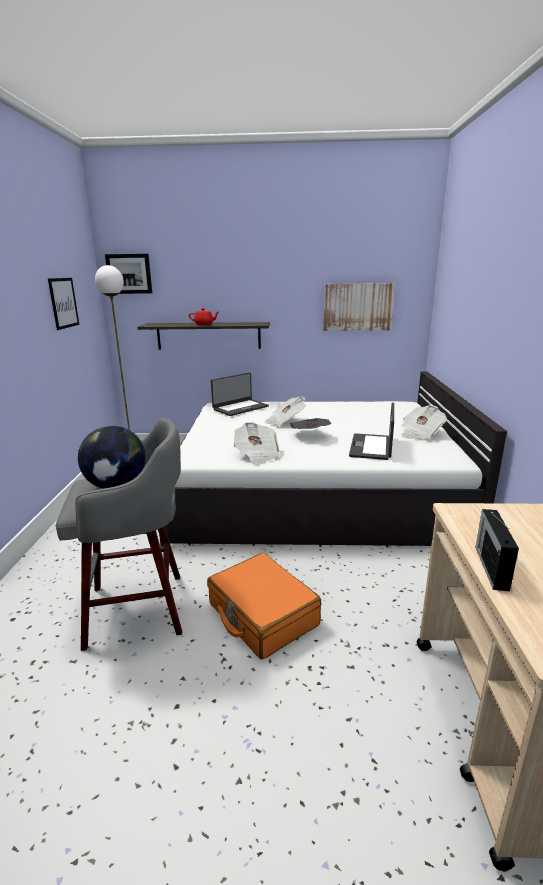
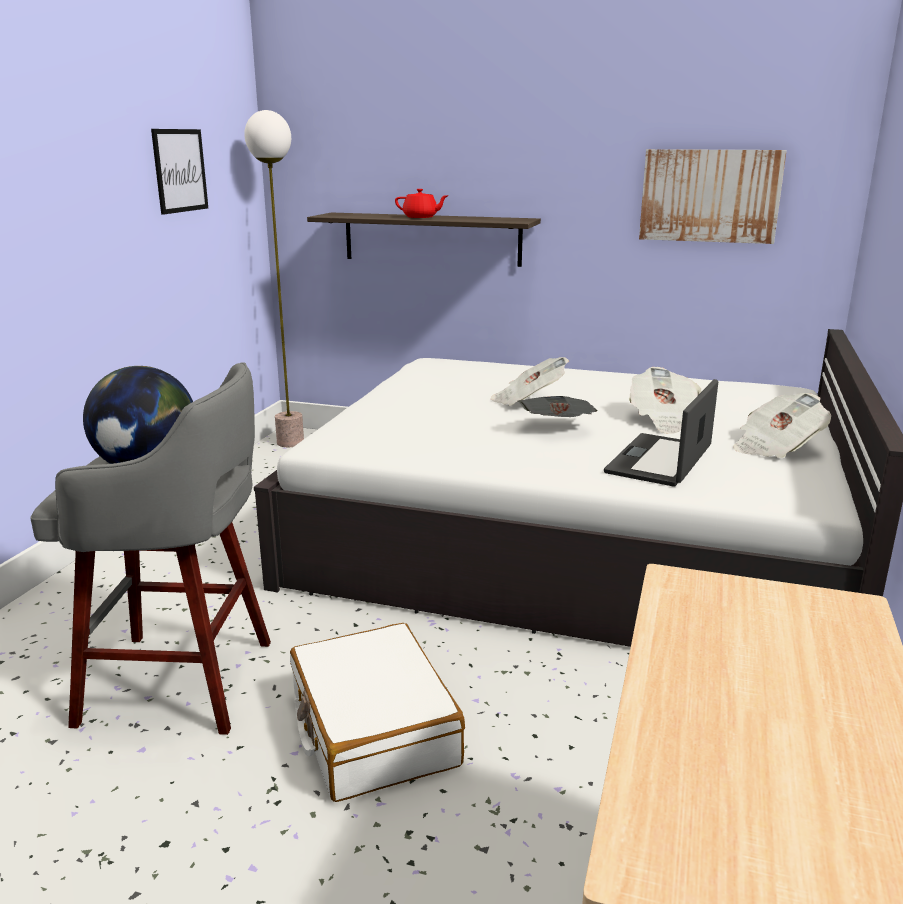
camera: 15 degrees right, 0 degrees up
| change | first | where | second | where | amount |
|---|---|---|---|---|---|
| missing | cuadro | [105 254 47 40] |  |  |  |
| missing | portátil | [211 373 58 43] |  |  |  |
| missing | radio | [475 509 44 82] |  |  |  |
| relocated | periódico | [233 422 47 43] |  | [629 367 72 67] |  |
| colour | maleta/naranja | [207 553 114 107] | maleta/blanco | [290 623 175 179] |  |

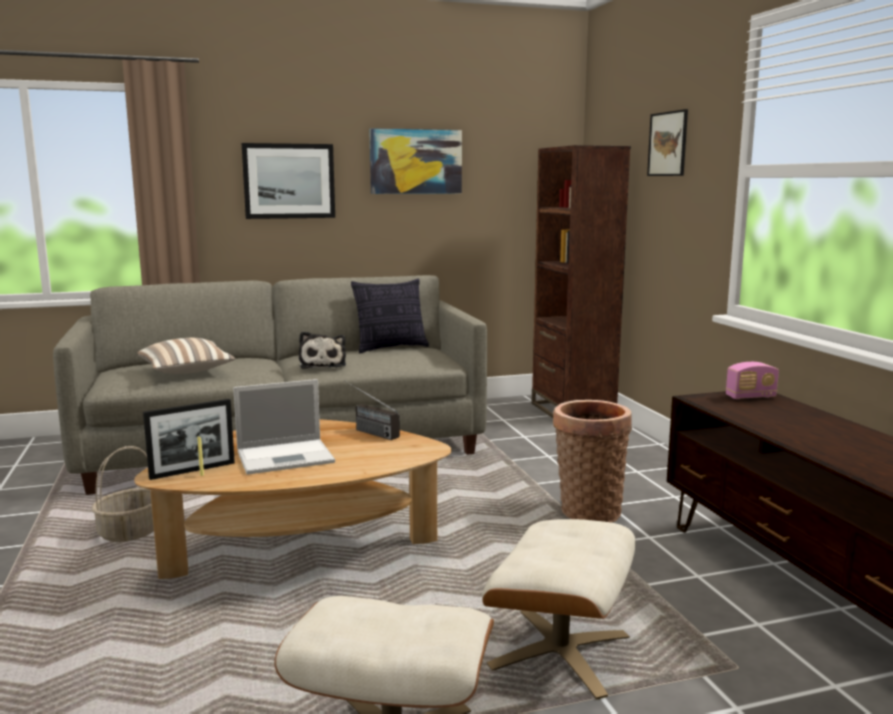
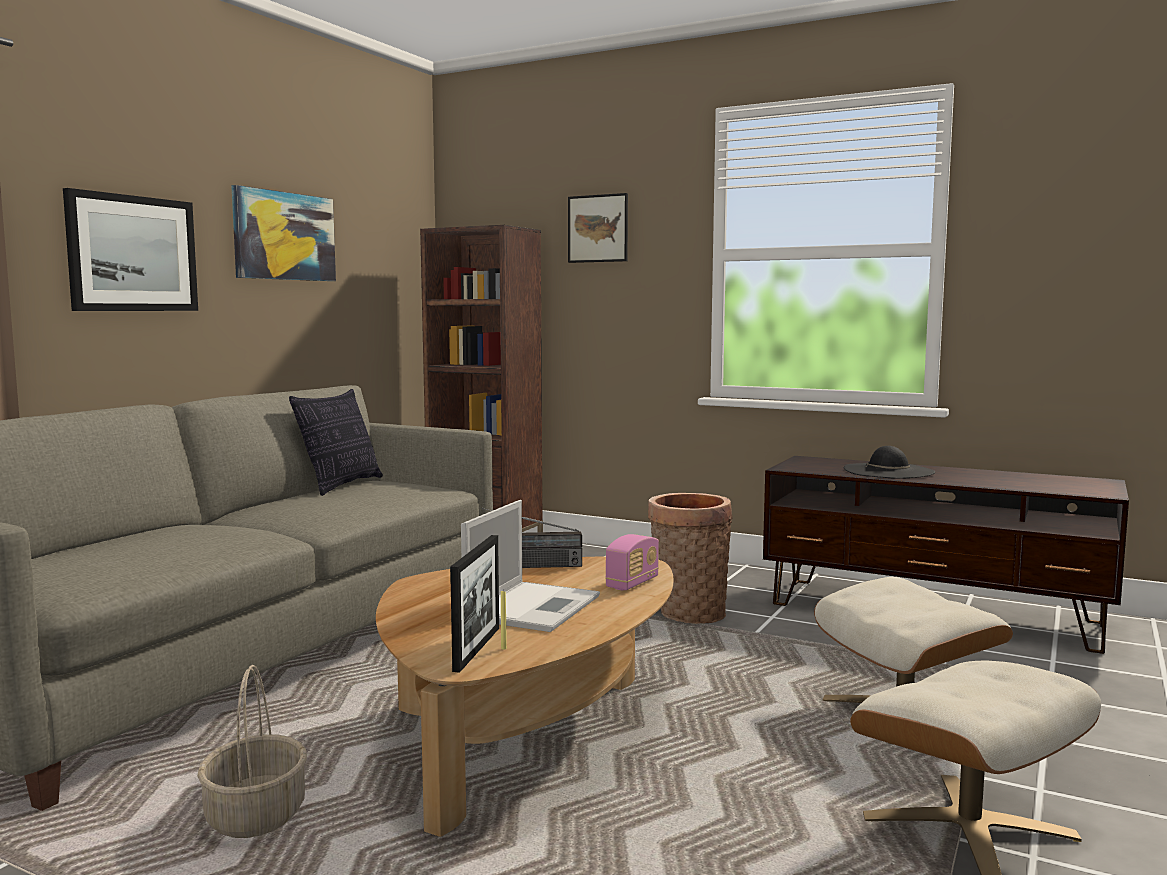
camera: 45 degrees left, 5 degrees down
| change | first | where | second | where | amount |
|---|---|---|---|---|---|
| missing | cojín | [137 338 98 36] |  |  |  |
| missing | peluche | [299 331 47 38] |  |  |  |
| appeared |  |  | sombrero/negro | [844 446 91 33] |  |
| relocated | radio | [726 362 53 37] |  | [605 534 54 56] |  |

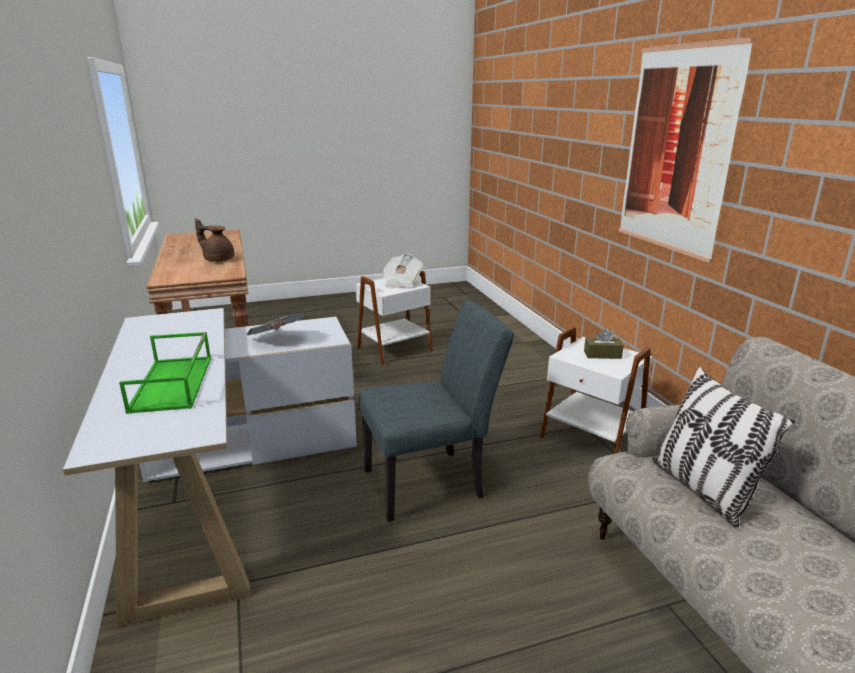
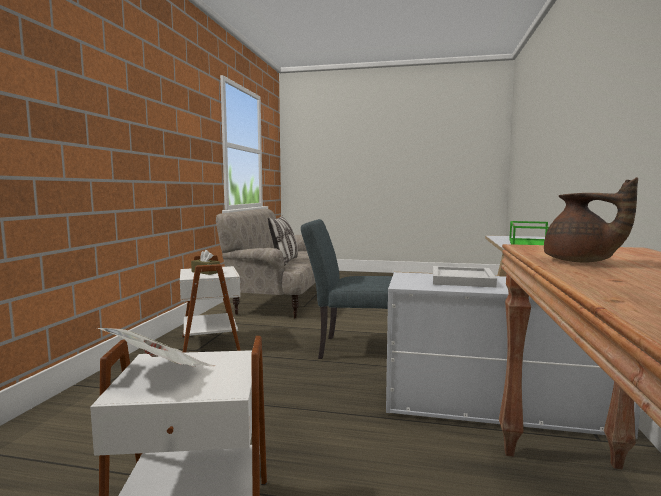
camera: 150 degrees left, 15 degrees down
| change | first | where | second | where | amount |
|---|---|---|---|---|---|
| missing | cuadro | [619 37 136 226] |  |  |  |
| exchanged | periódico | [246 313 58 23] | bandeja/blanco | [433 266 64 22] |  |

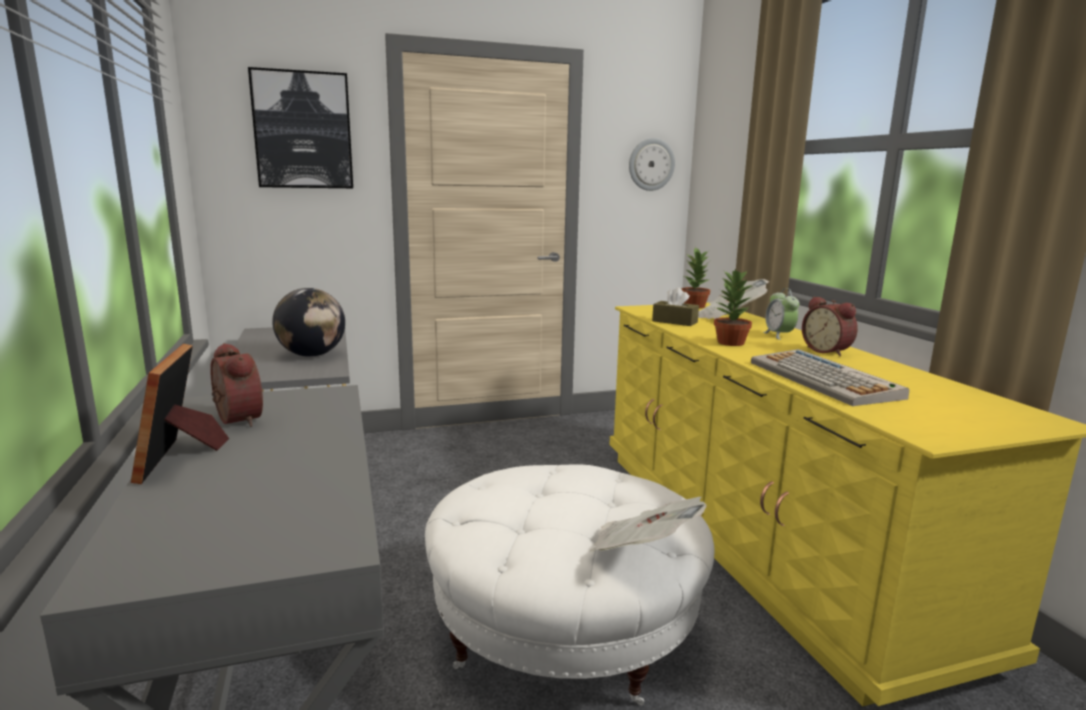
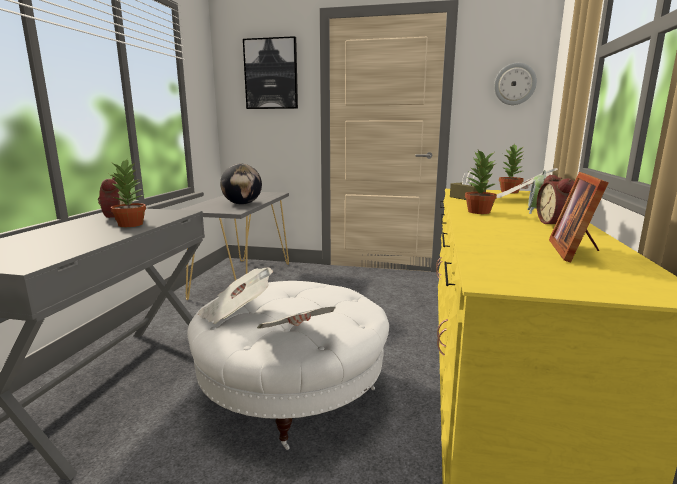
camera: 30 degrees right, 0 degrees up
| change | first | where | second | where | amount |
|---|---|---|---|---|---|
| missing | teclado | [751 349 159 57] |  |  |  |
| appeared |  |  | planta en maceta | [109 159 37 68] |  |
| appeared |  |  | periódico | [198 267 75 57] |  |
| relocated | portarretratos | [131 344 98 140] |  | [549 172 60 90] |  |

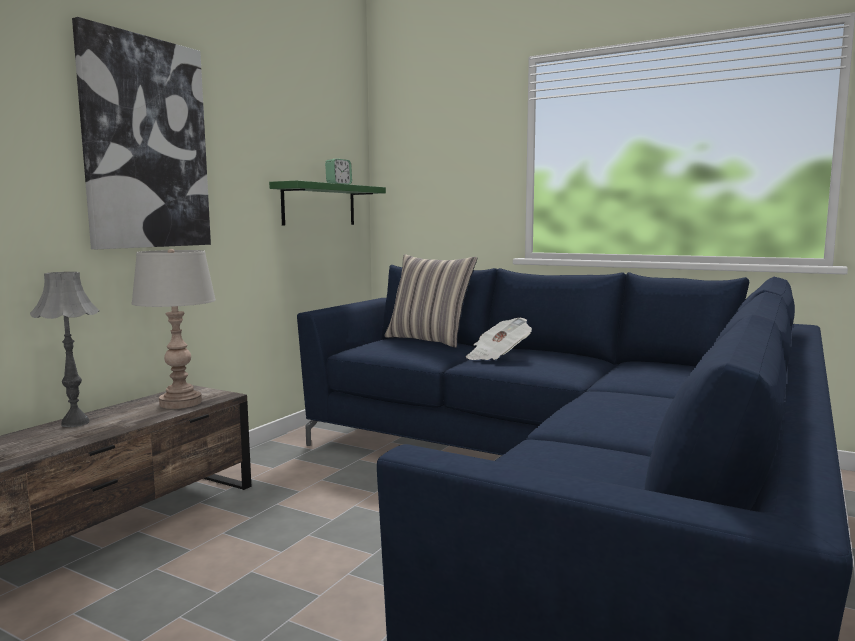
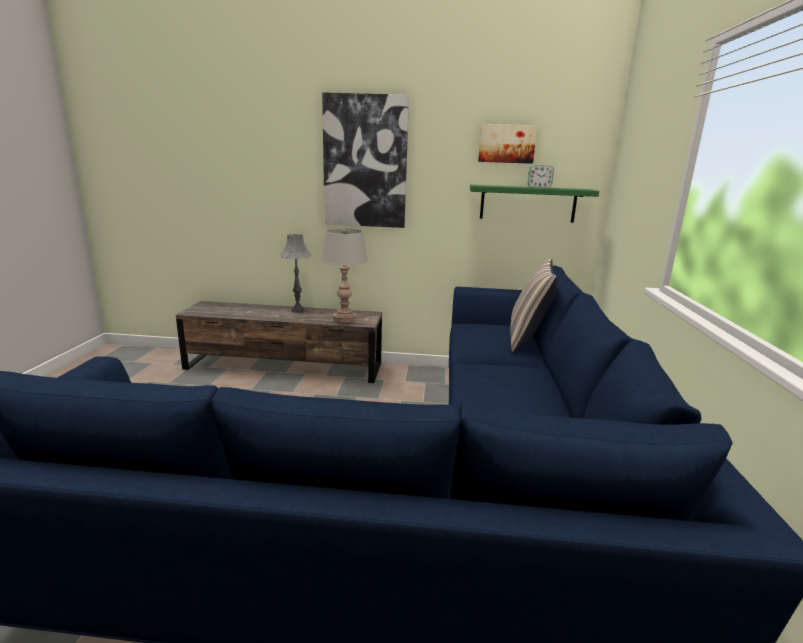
camera: 65 degrees right, 10 degrees up
| change | first | where | second | where | amount |
|---|---|---|---|---|---|
| missing | periódico | [466 318 66 42] |  |  |  |
| appeared |  |  | cuadro | [478 124 59 40] |  |

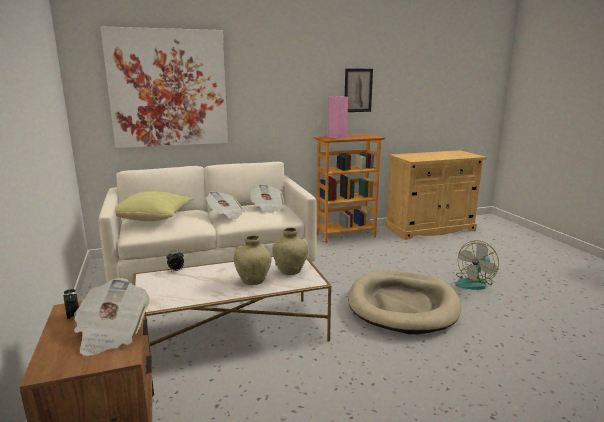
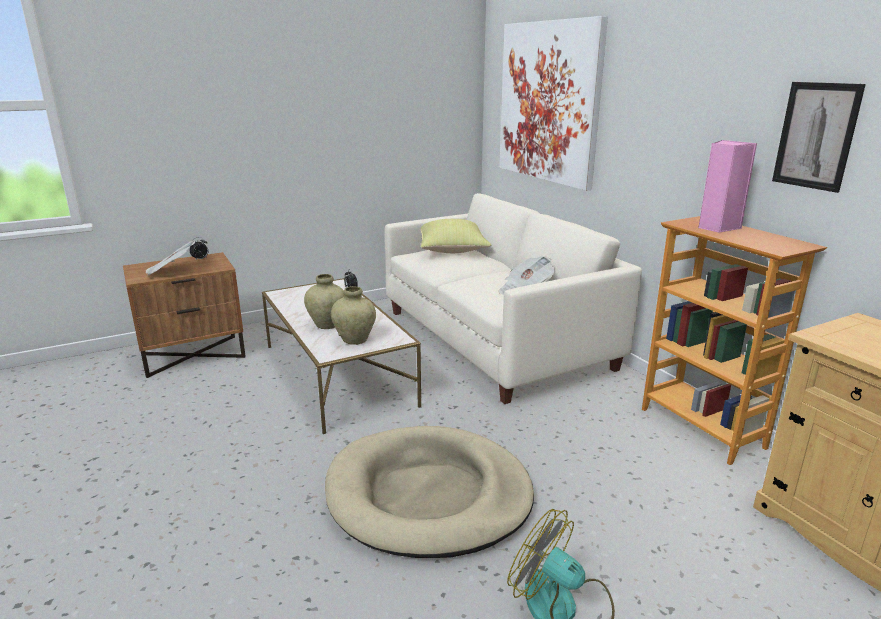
camera: 80 degrees right, 5 degrees up
| change | first | where | second | where | amount |
|---|---|---|---|---|---|
| missing | periódico | [206 191 39 28] |  |  |  |

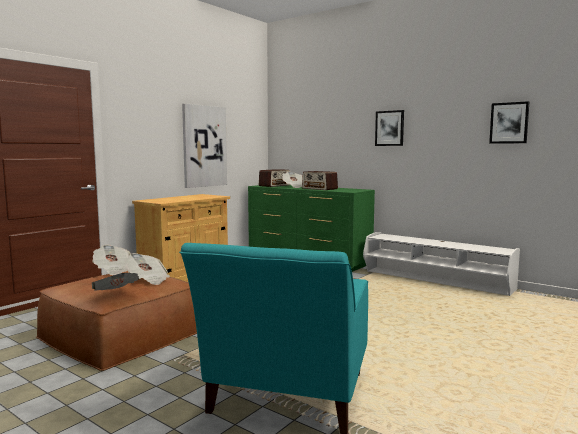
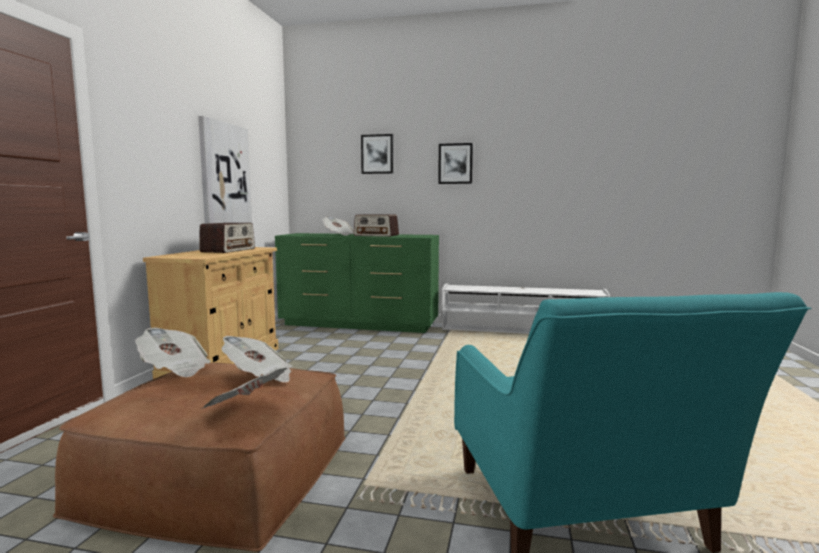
camera: 25 degrees left, 0 degrees up
| change | first | where | second | where | amount |
|---|---|---|---|---|---|
| relocated | radio | [259 169 31 18] |  | [199 223 56 30] |  |
| relocated | cuadro | [489 101 40 43] |  | [361 134 32 40] |  |

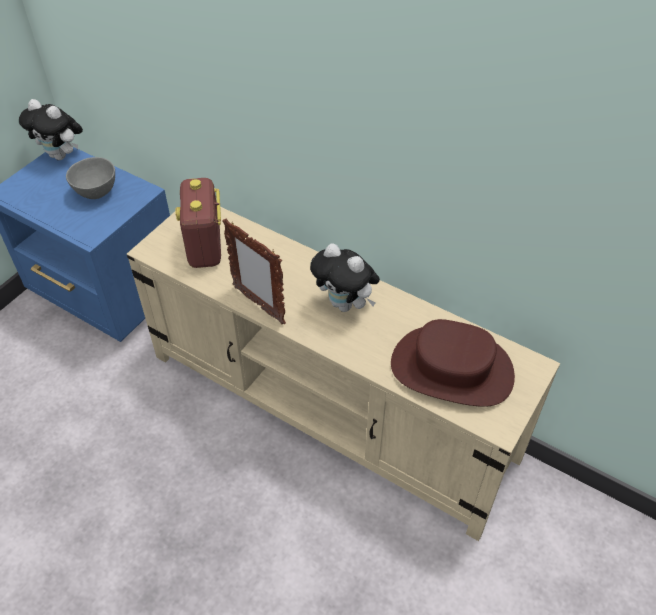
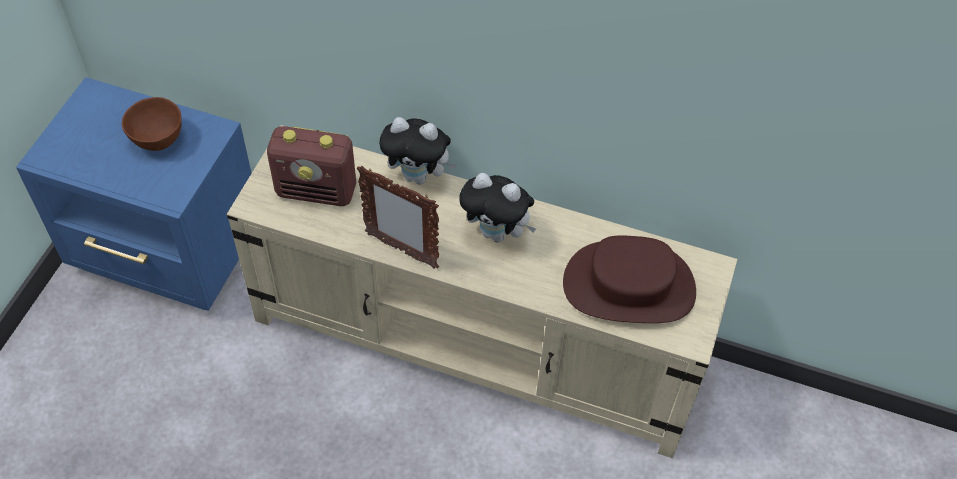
camera: 15 degrees left, 5 degrees up
| change | first | where | second | where | amount |
|---|---|---|---|---|---|
| relocated | peluche | [19 99 64 61] |  | [379 117 78 67] |  |
| colour | cuenco/gris | [66 157 49 42] | cuenco/marrón | [122 97 60 54] |  |
| spun | radio | [175 178 46 90] |  | [267 126 89 80] | 60 degrees counterclockwise |

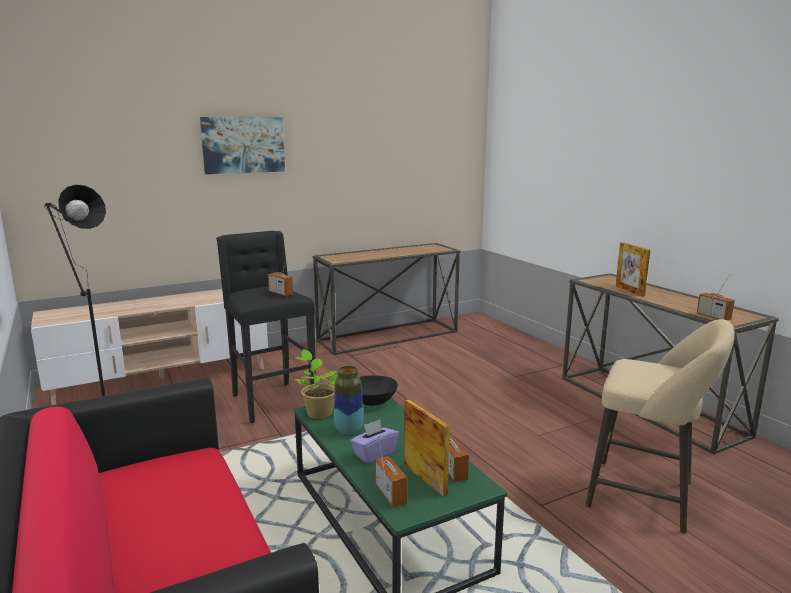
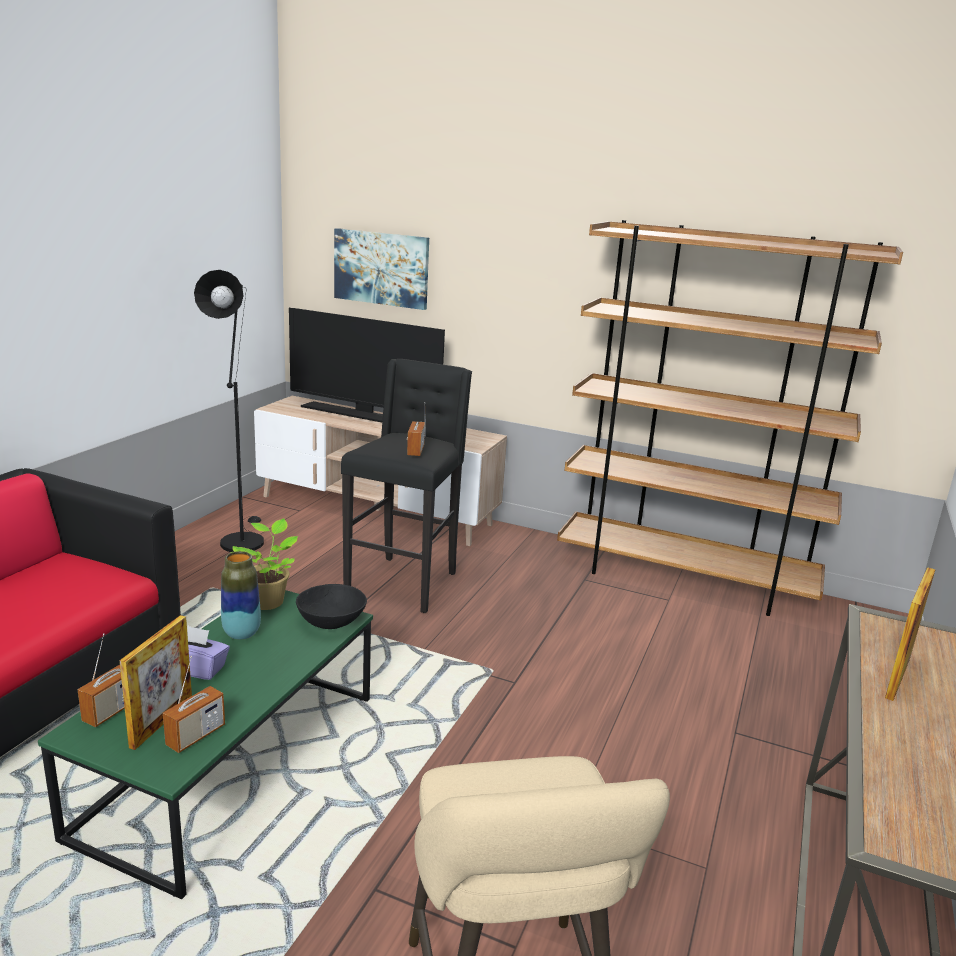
camera: 50 degrees right, 5 degrees up
| change | first | where | second | where | amount |
|---|---|---|---|---|---|
| missing | radio | [697 275 38 45] |  |  |  |
| appeared |  |  | televisor | [289 308 156 114] |  |
| relocated | cuadro | [200 117 85 57] |  | [334 228 95 82] |  |
| exchanged | mesa consola | [313 243 148 112] | estantería/marrón | [557 220 346 396] |  |

